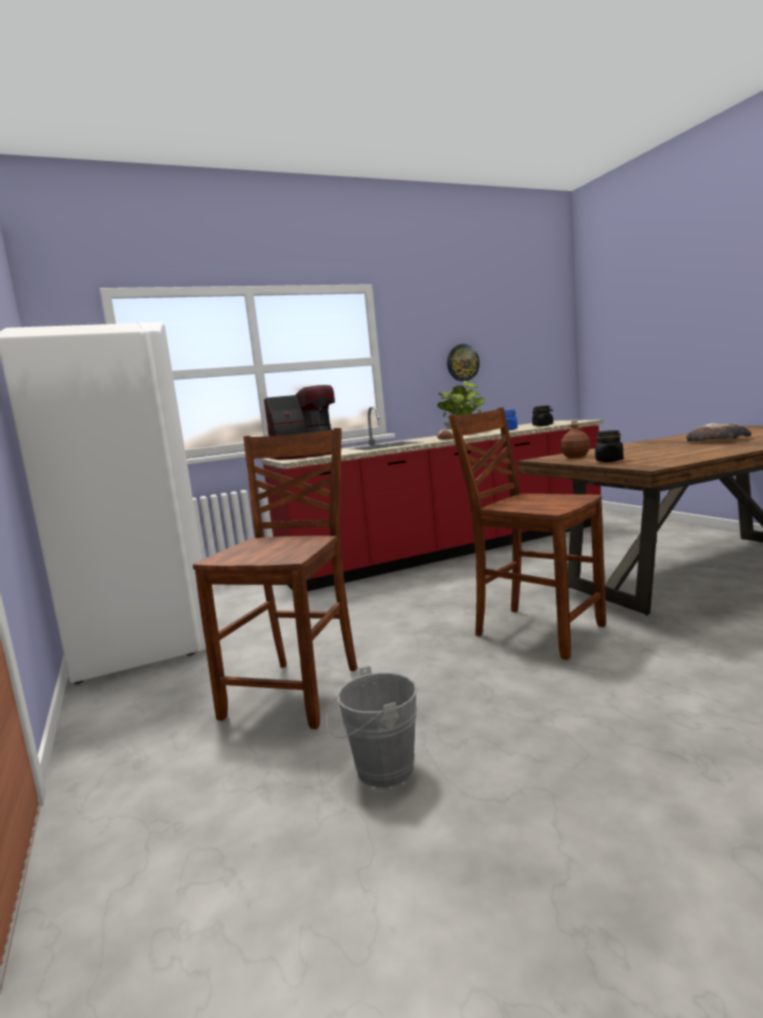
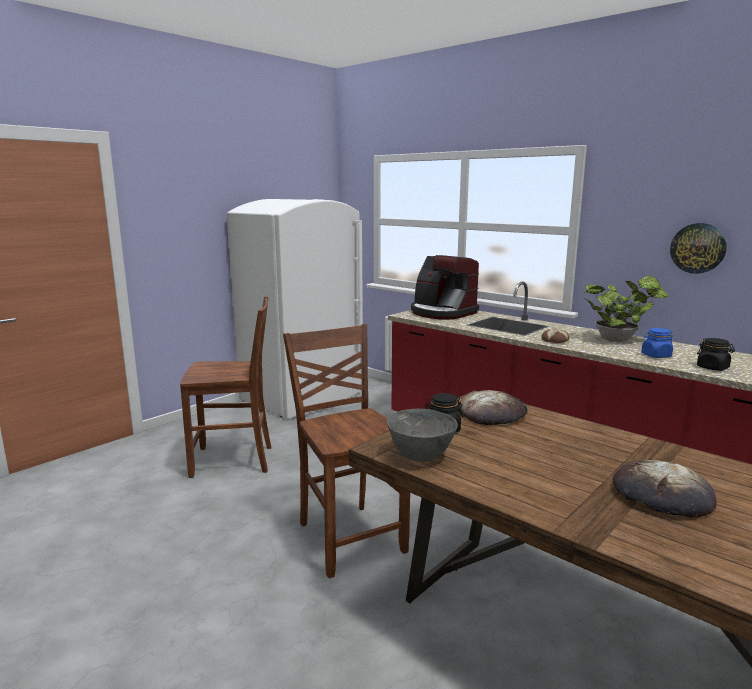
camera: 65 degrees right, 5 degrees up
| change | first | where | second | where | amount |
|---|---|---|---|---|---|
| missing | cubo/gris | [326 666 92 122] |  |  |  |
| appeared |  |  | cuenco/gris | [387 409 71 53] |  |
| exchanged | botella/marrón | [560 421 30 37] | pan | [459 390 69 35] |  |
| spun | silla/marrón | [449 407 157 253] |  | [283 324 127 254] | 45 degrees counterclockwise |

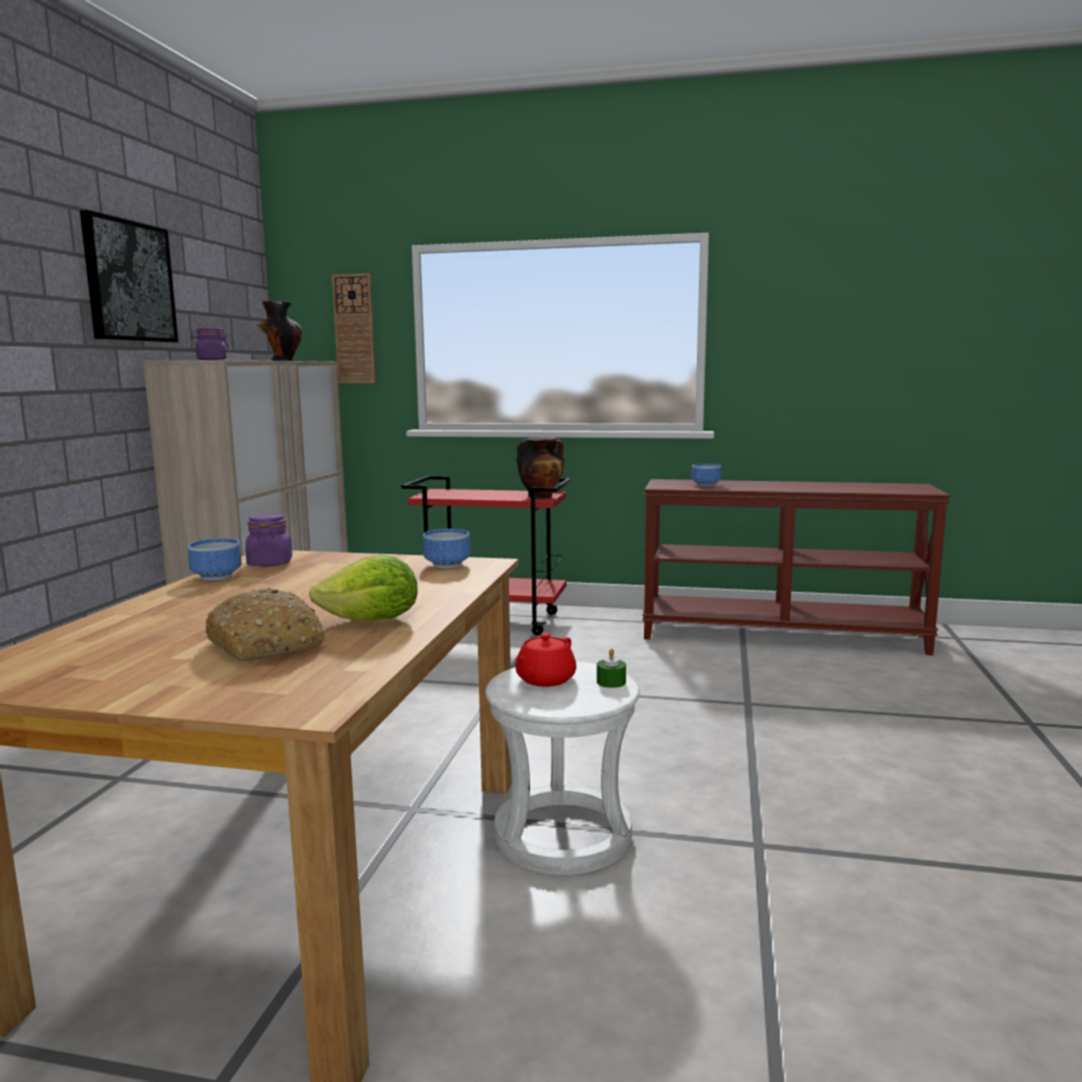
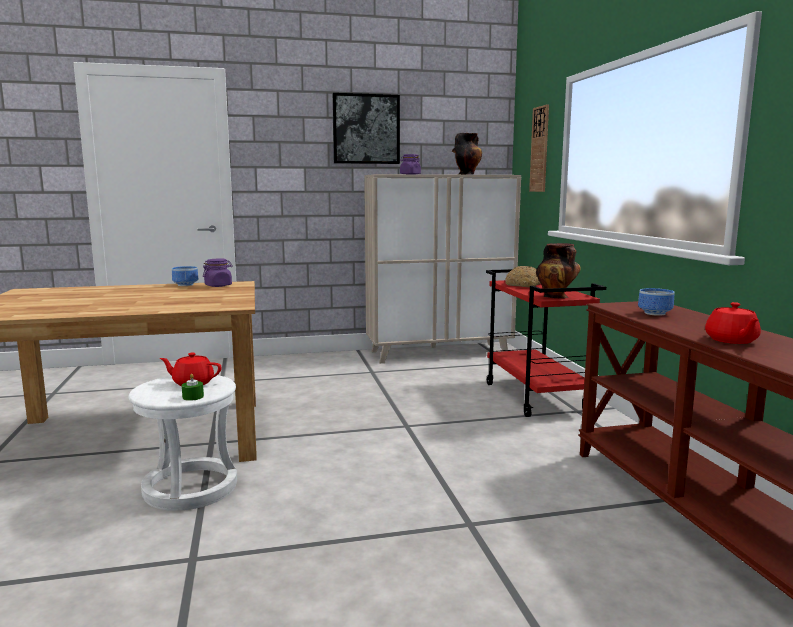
camera: 65 degrees right, 0 degrees up
| change | first | where | second | where | amount |
|---|---|---|---|---|---|
| missing | lechuga | [309 555 109 67] |  |  |  |
| missing | cuenco | [423 529 48 39] |  |  |  |
| appeared |  |  | tetera/rojo | [705 302 56 42] |  |
| relocated | pan | [205 588 120 73] |  | [506 266 34 21] |  |

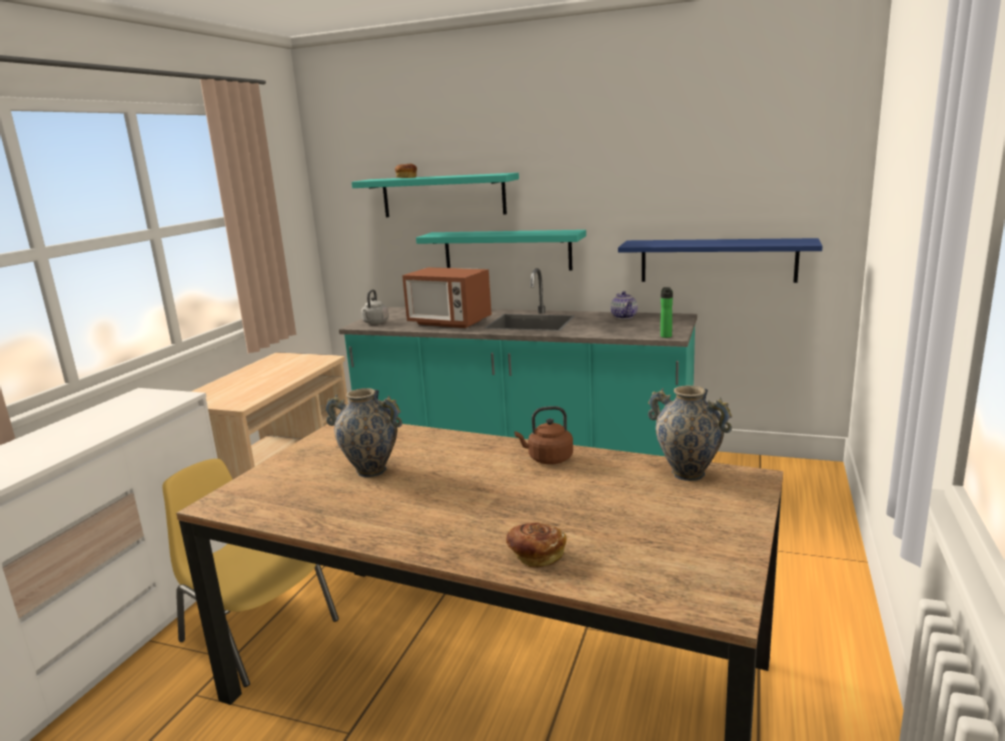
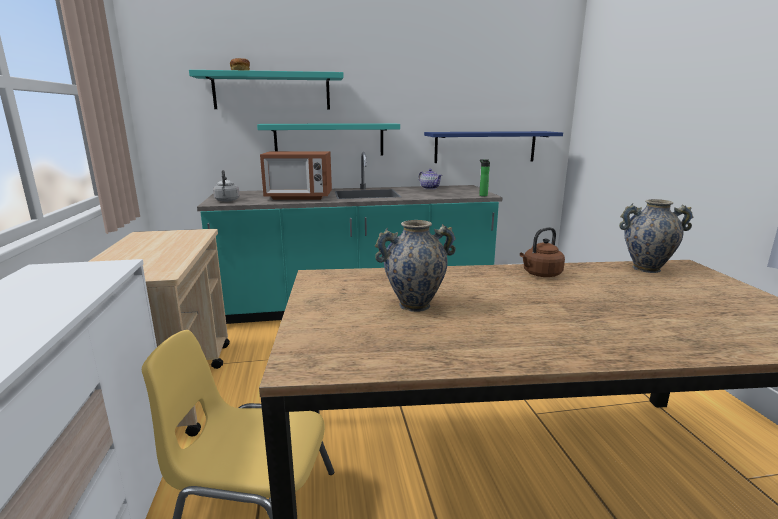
camera: 30 degrees left, 0 degrees up
| change | first | where | second | where | amount |
|---|---|---|---|---|---|
| missing | pan | [506 523 60 45] |  |  |  |

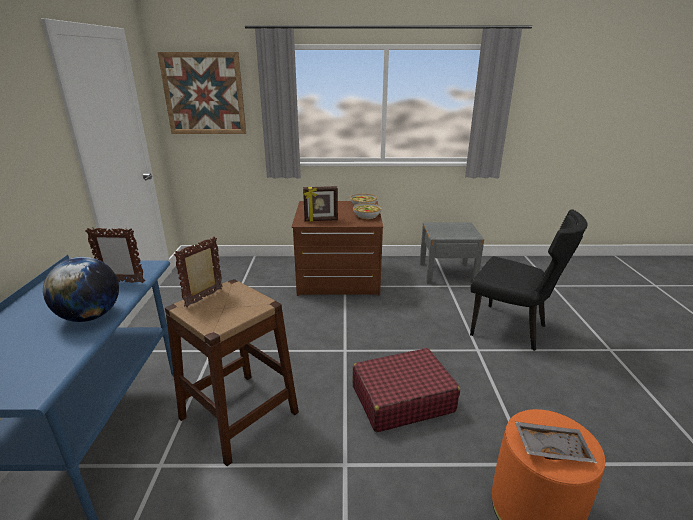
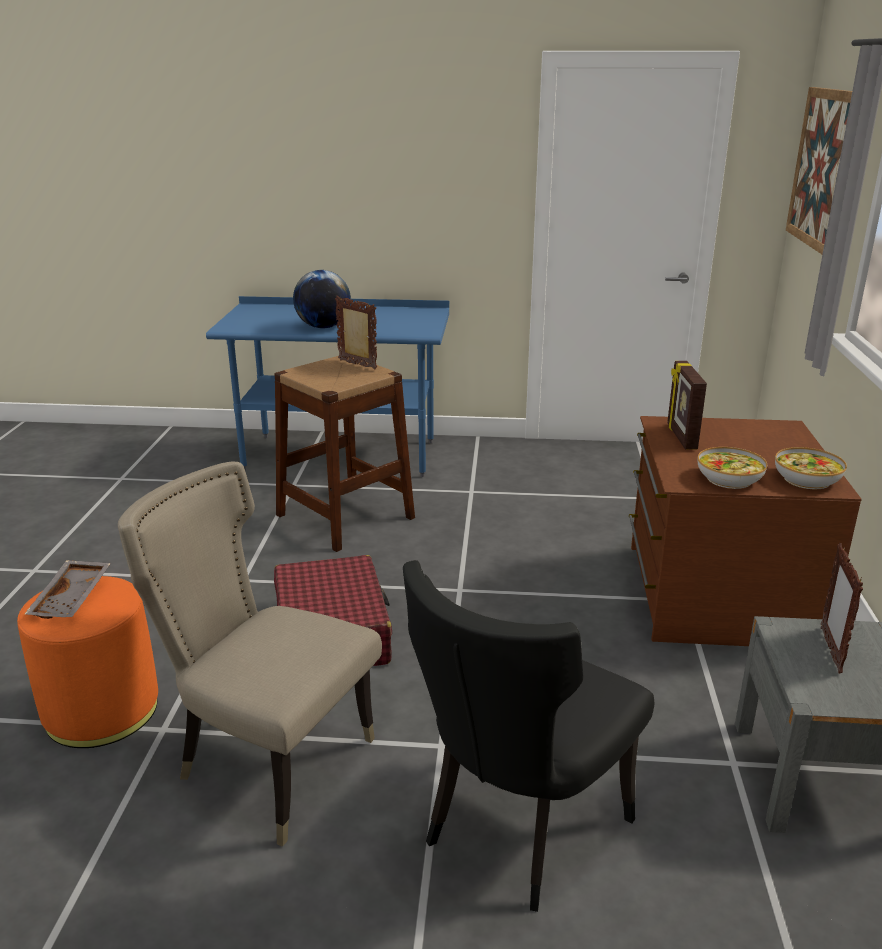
camera: 95 degrees right, 0 degrees up
| change | first | where | second | where | amount |
|---|---|---|---|---|---|
| appeared |  |  | silla/beis | [118 461 264 386] |  |
| relocated | portarretratos | [85 228 60 55] |  | [821 543 42 131] |  |

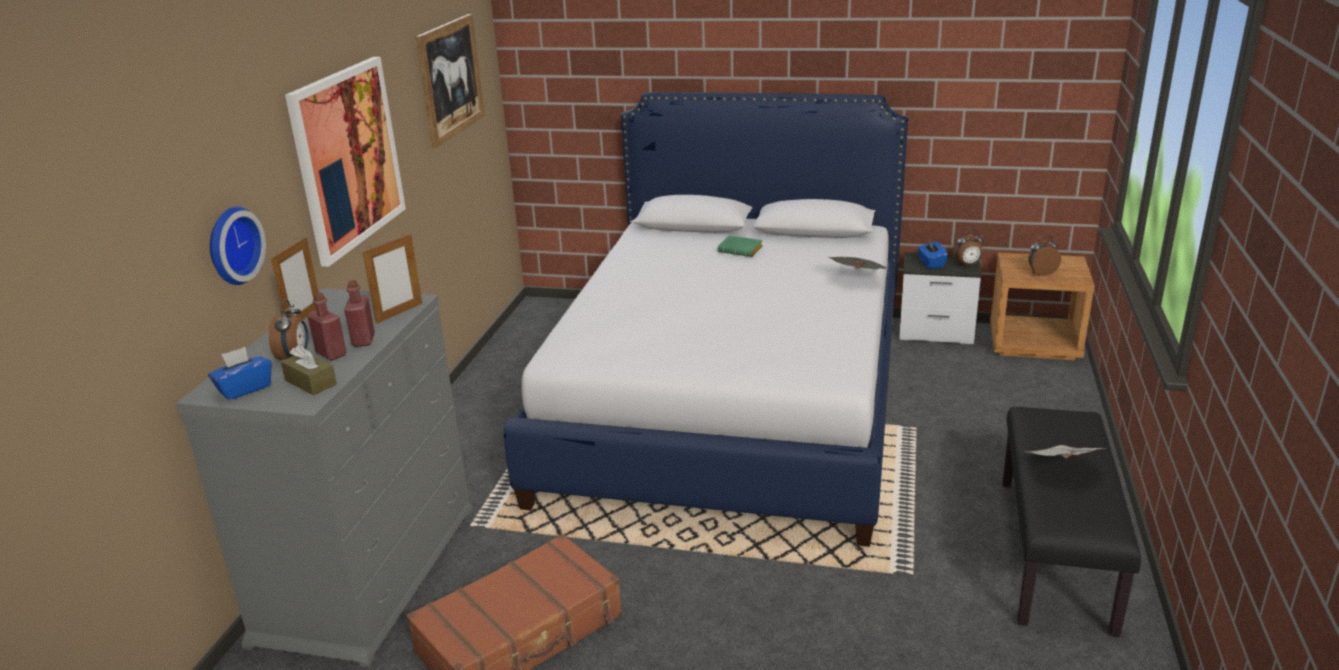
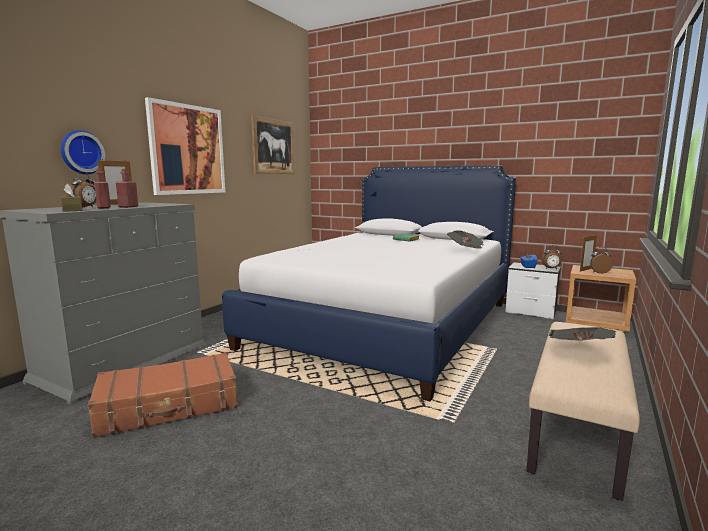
camera: 15 degrees right, 15 degrees down
| change | first | where | second | where | amount |
|---|---|---|---|---|---|
| missing | caja de pañuelos/azul | [208 347 63 54] |  |  |  |
| relocated | portarretratos | [363 234 60 90] |  | [580 235 17 36] |  |
| colour | banco/negro | [1002 407 139 230] | banco/beis | [527 322 113 179] |  |

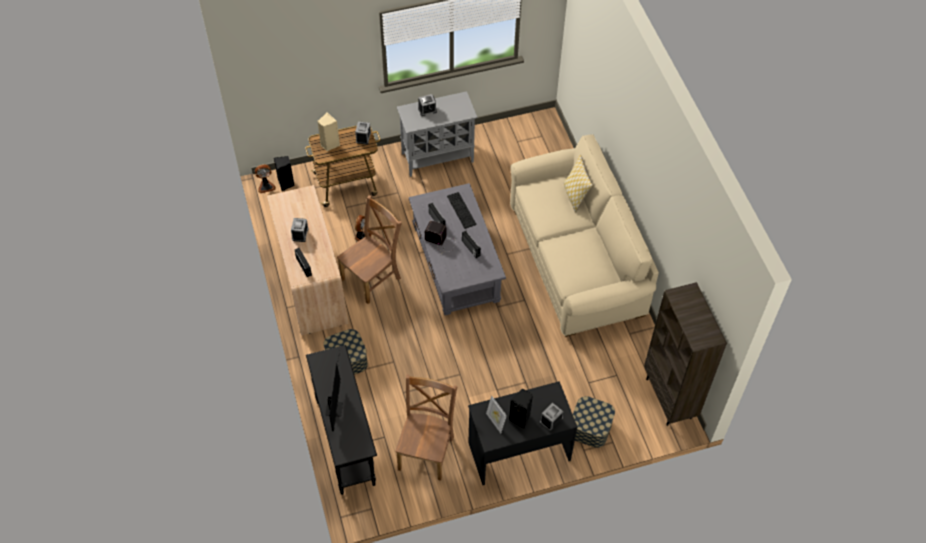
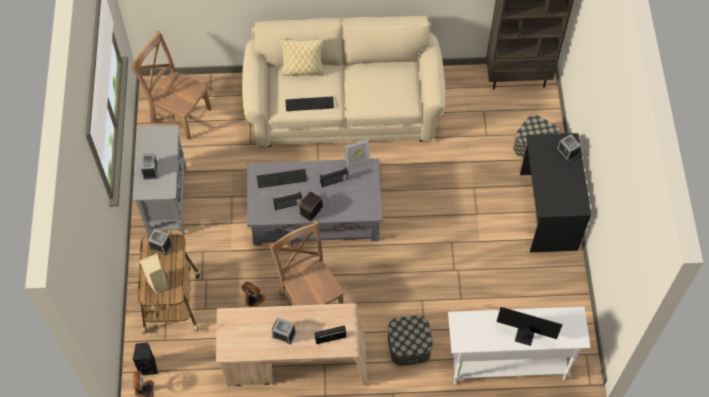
camera: 75 degrees left, 5 degrees up
| change | first | where | second | where | amount |
|---|---|---|---|---|---|
| missing | altavoz/negro | [509 388 24 41] |  |  |  |
| appeared |  |  | teclado | [285 96 49 15] |  |
| relocated | silla/marrón | [395 374 62 107] |  | [130 31 81 109] |  |
| relocated | portarretratos | [486 396 21 37] |  | [344 140 26 27] |  |
| colour | mesa consola/negro | [306 345 71 150] | mesa consola/blanco | [448 307 143 77] |  |

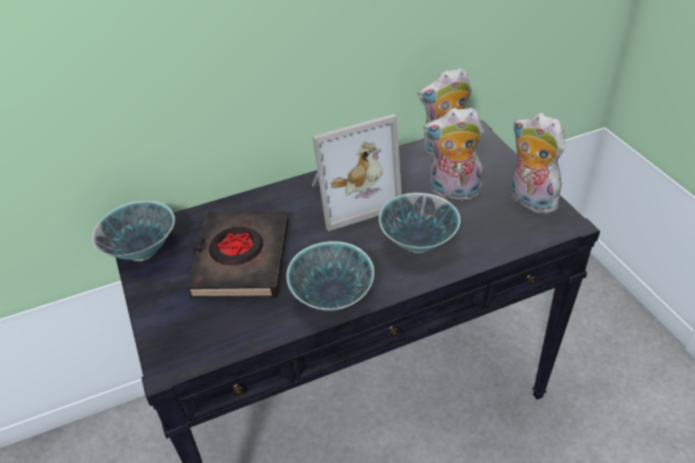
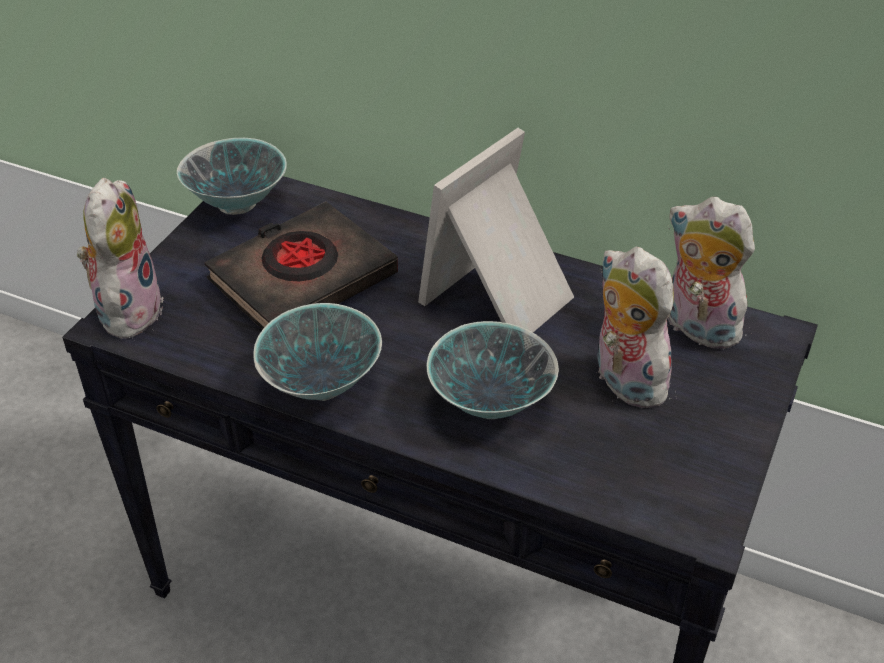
camera: 45 degrees right, 0 degrees up
| change | first | where | second | where | amount |
|---|---|---|---|---|---|
| relocated | peluche | [511 113 54 101] |  | [76 178 88 161] |  |
| spun | portarretratos | [312 114 90 117] |  | [418 128 156 204] | 105 degrees clockwise |

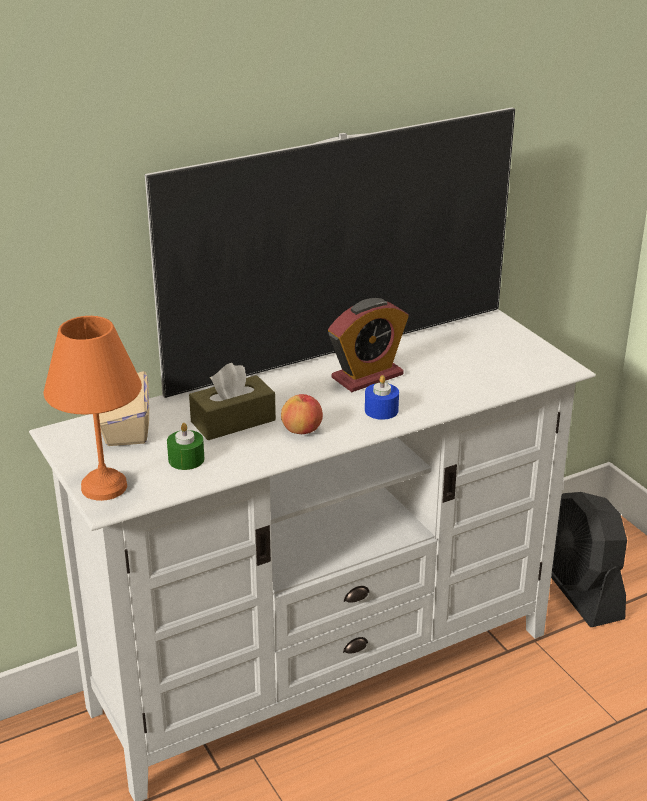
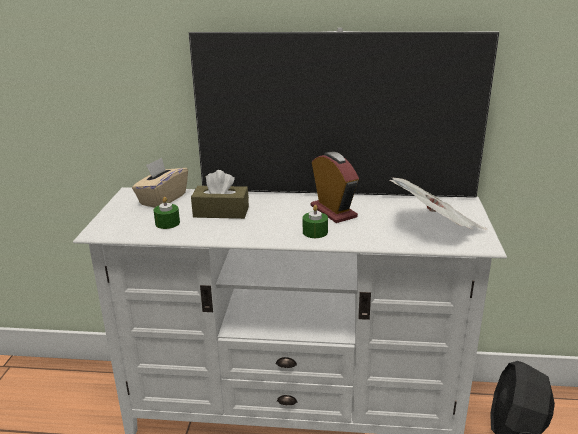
camera: 35 degrees right, 5 degrees down
| change | first | where | second | where | amount |
|---|---|---|---|---|---|
| missing | lámpara de mesa/naranja | [43 316 99 185] |  |  |  |
| missing | manzana | [281 394 42 40] |  |  |  |
| appeared |  |  | periódico | [389 178 98 52] |  |
| colour | vela/azul | [365 375 34 45] | vela/verde | [303 205 25 33] |  |
| spun | despertador | [328 298 81 94] |  | [311 152 48 71] | 120 degrees counterclockwise |

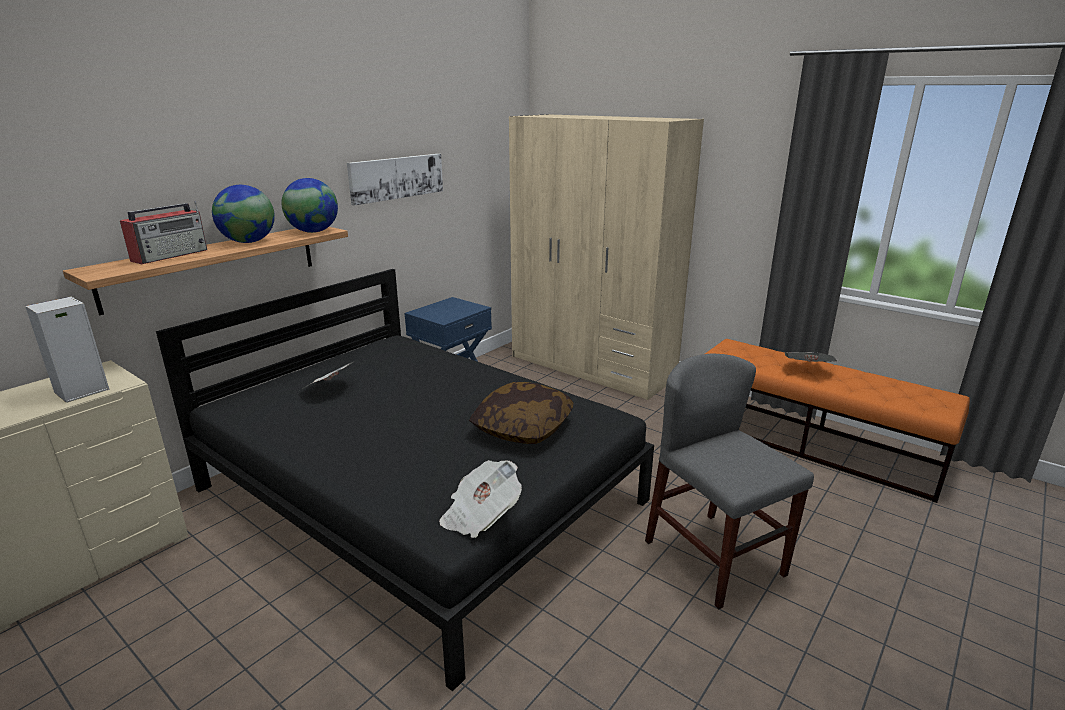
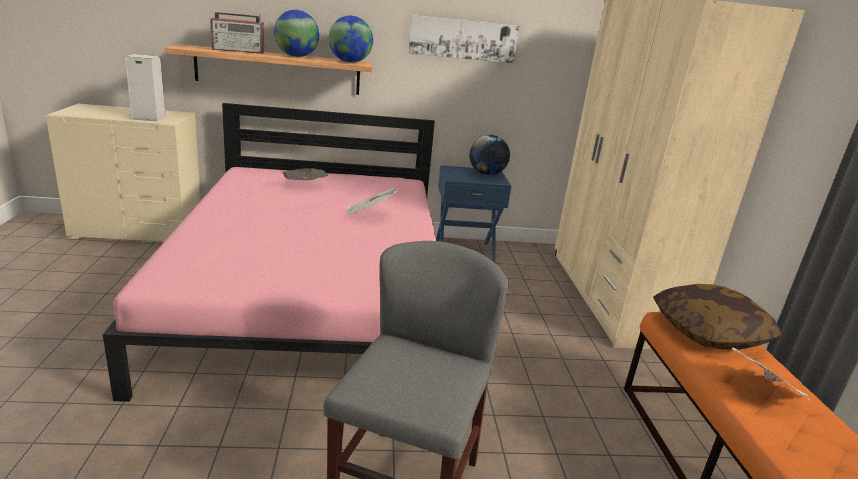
camera: 45 degrees right, 0 degrees up
| change | first | where | second | where | amount |
|---|---|---|---|---|---|
| appeared |  |  | globo terráqueo | [469 135 41 41] |  |
| relocated | periódico | [439 460 83 78] |  | [346 188 52 27] |  |
| relocated | cojín | [469 382 105 62] |  | [653 284 128 65] |  |
| colour | cama/negro | [156 269 498 423] | cama/rosa | [103 103 333 299] |  |

